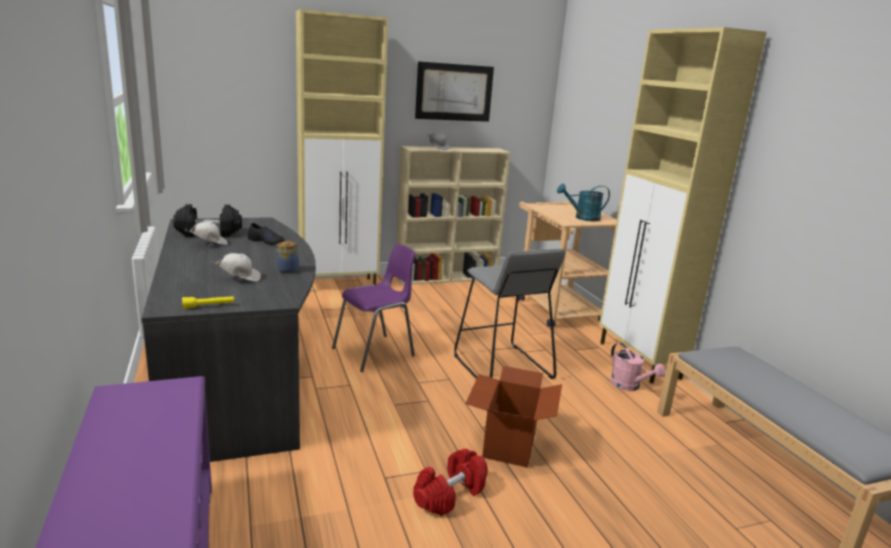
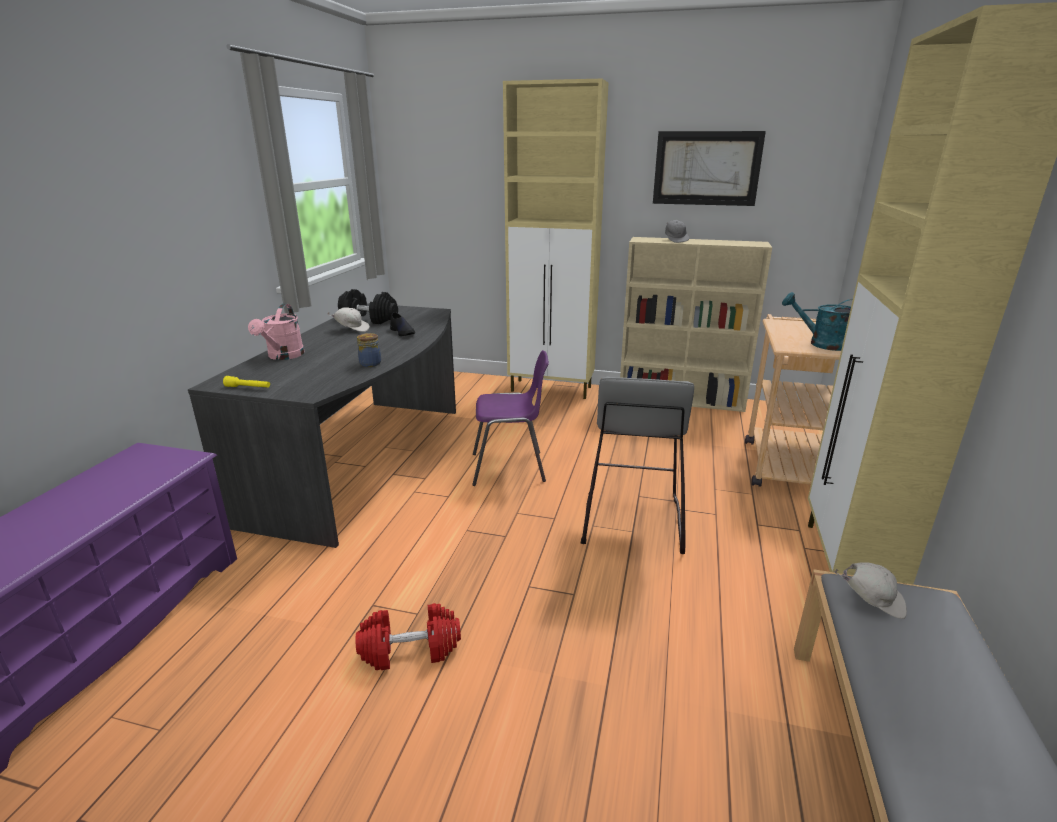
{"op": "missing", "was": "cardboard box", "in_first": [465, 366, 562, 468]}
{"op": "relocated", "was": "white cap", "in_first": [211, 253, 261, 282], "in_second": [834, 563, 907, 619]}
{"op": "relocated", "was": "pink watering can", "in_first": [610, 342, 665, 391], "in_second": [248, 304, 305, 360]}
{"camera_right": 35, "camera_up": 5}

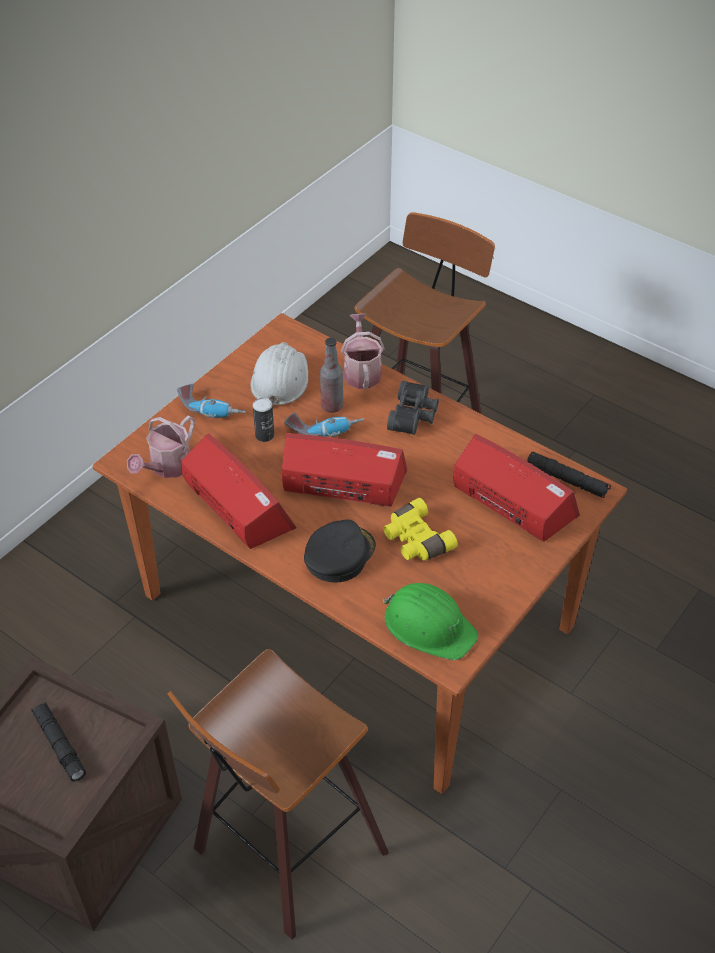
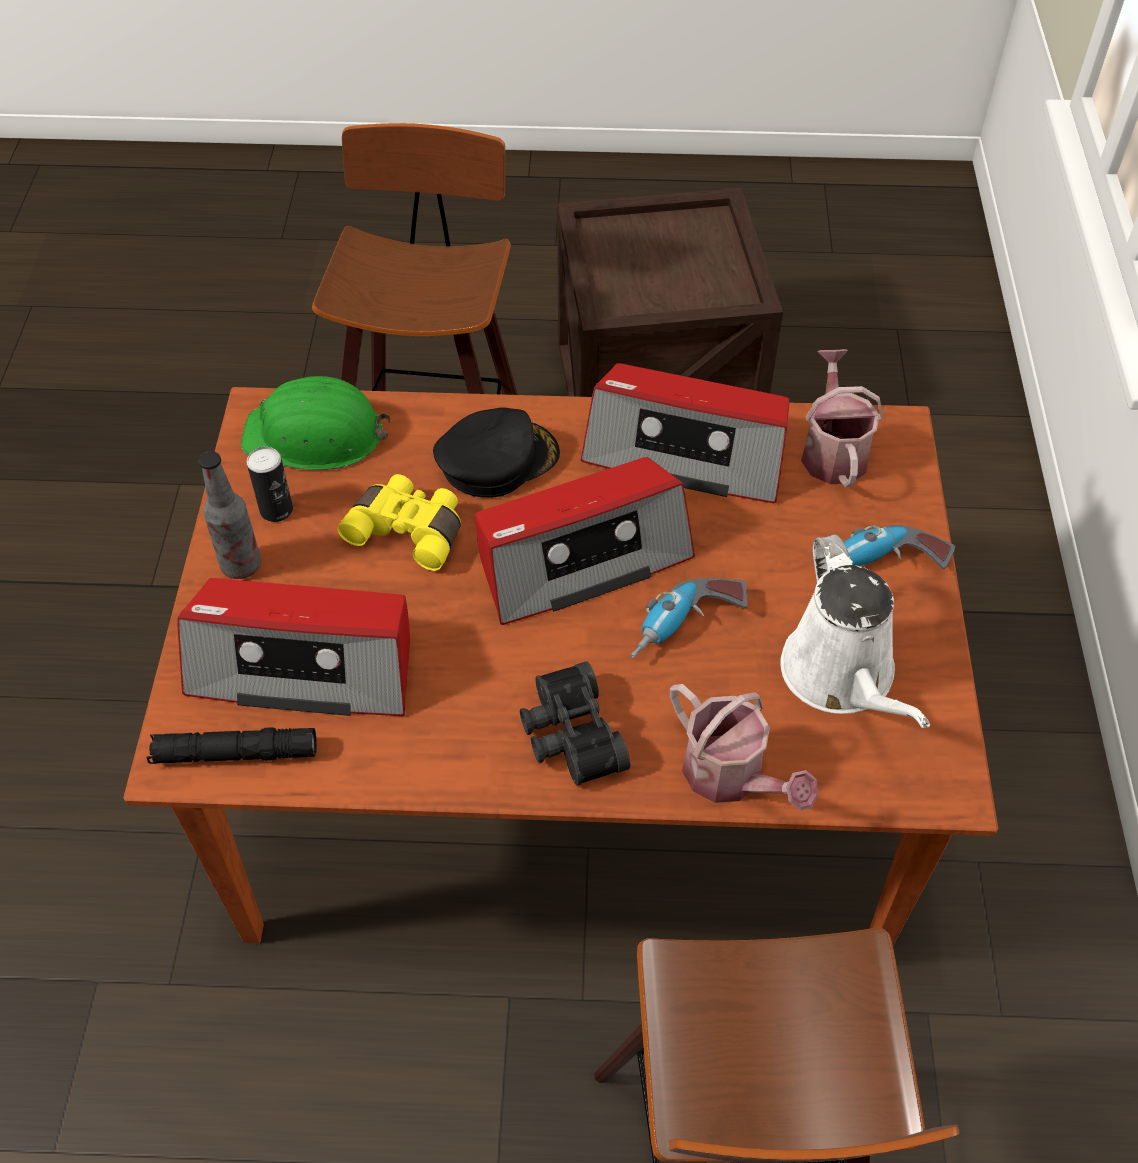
{"op": "missing", "was": "black flashlight", "in_first": [31, 702, 86, 782]}
{"op": "relocated", "was": "can", "in_first": [253, 398, 274, 442], "in_second": [246, 447, 293, 522]}
{"op": "relocated", "was": "bottle", "in_first": [320, 338, 343, 413], "in_second": [199, 451, 261, 579]}
{"op": "exchanged", "was": "white hard hat", "now": "white watering can", "in_first": [251, 342, 308, 405], "in_second": [780, 534, 930, 728]}
{"op": "spun", "was": "black cap", "in_first": [304, 519, 376, 582], "in_second": [433, 408, 560, 498], "clockwise": -120}
{"camera_right": 145, "camera_up": 5}

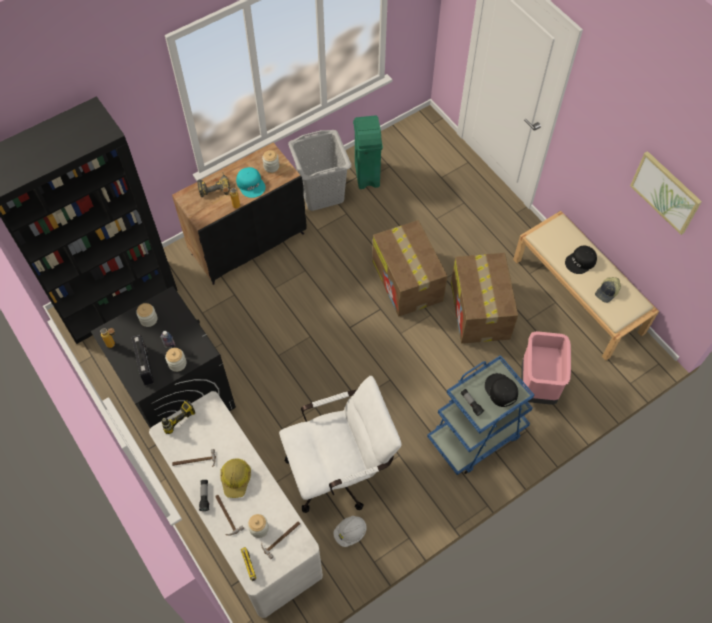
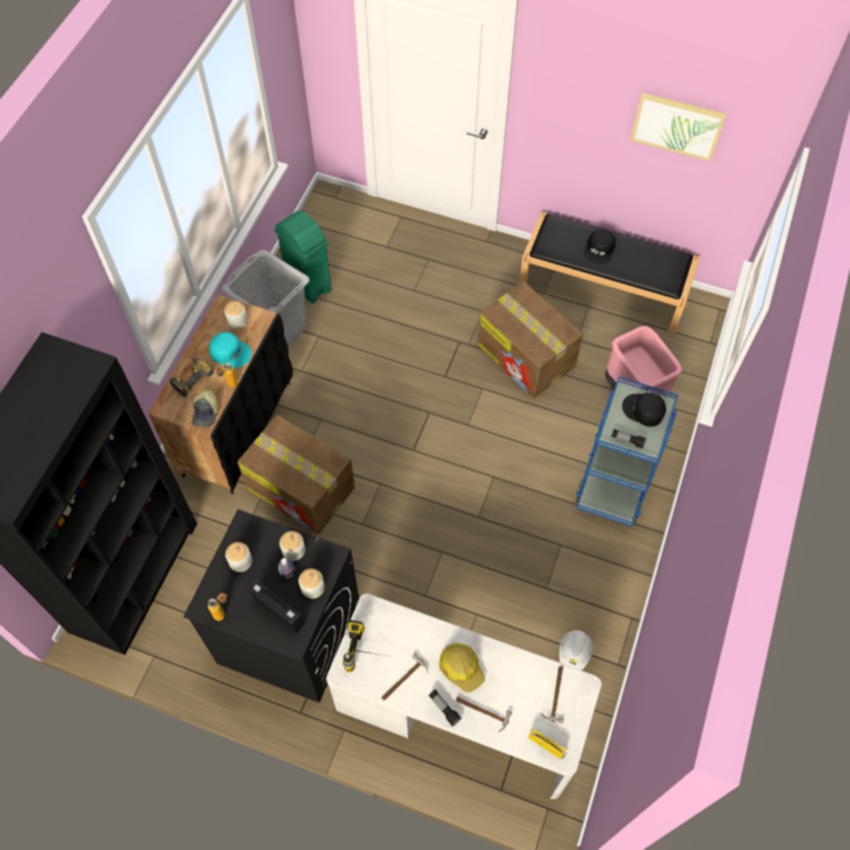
{"op": "missing", "was": "white office chair", "in_first": [279, 376, 402, 513]}
{"op": "relocated", "was": "jar", "in_first": [248, 514, 269, 538], "in_second": [279, 531, 305, 561]}
{"op": "relocated", "was": "cardboard box", "in_first": [372, 220, 448, 316], "in_second": [237, 415, 355, 535]}
{"op": "relocated", "was": "cap", "in_first": [595, 277, 621, 303], "in_second": [192, 390, 219, 427]}
{"op": "colour", "was": "beige bench", "now": "black bench", "in_first": [513, 211, 659, 361], "in_second": [519, 212, 700, 335]}
{"camera_right": -35, "camera_up": 0}

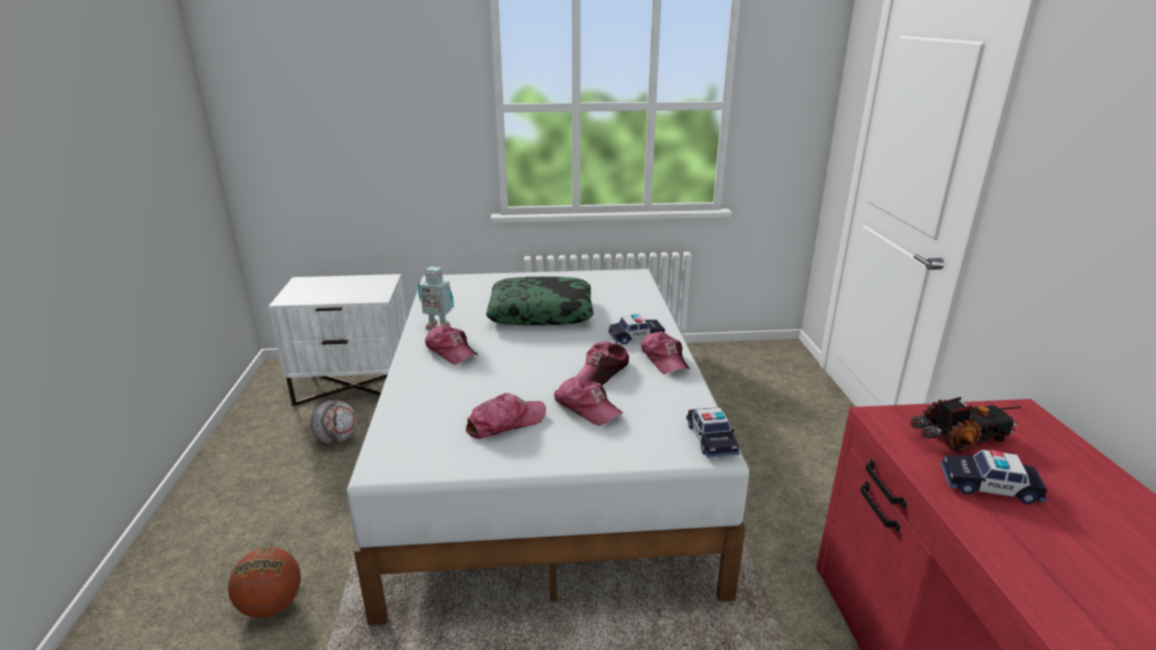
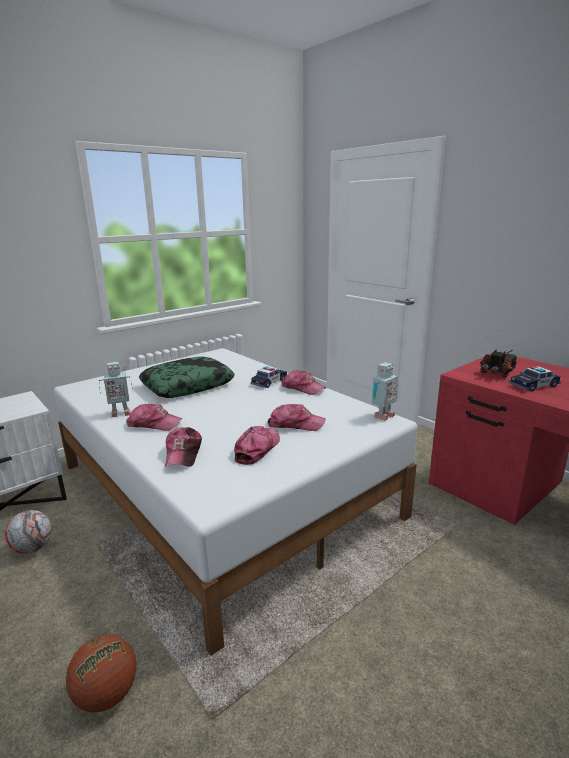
{"op": "relocated", "was": "cap", "in_first": [575, 341, 629, 385], "in_second": [165, 427, 202, 467]}
{"op": "exchanged", "was": "toy car", "now": "toy robot", "in_first": [686, 407, 740, 458], "in_second": [372, 362, 398, 421]}
{"camera_right": -35, "camera_up": -5}

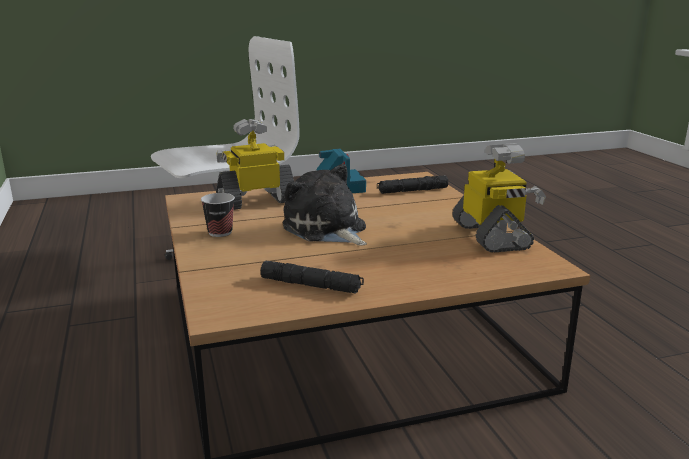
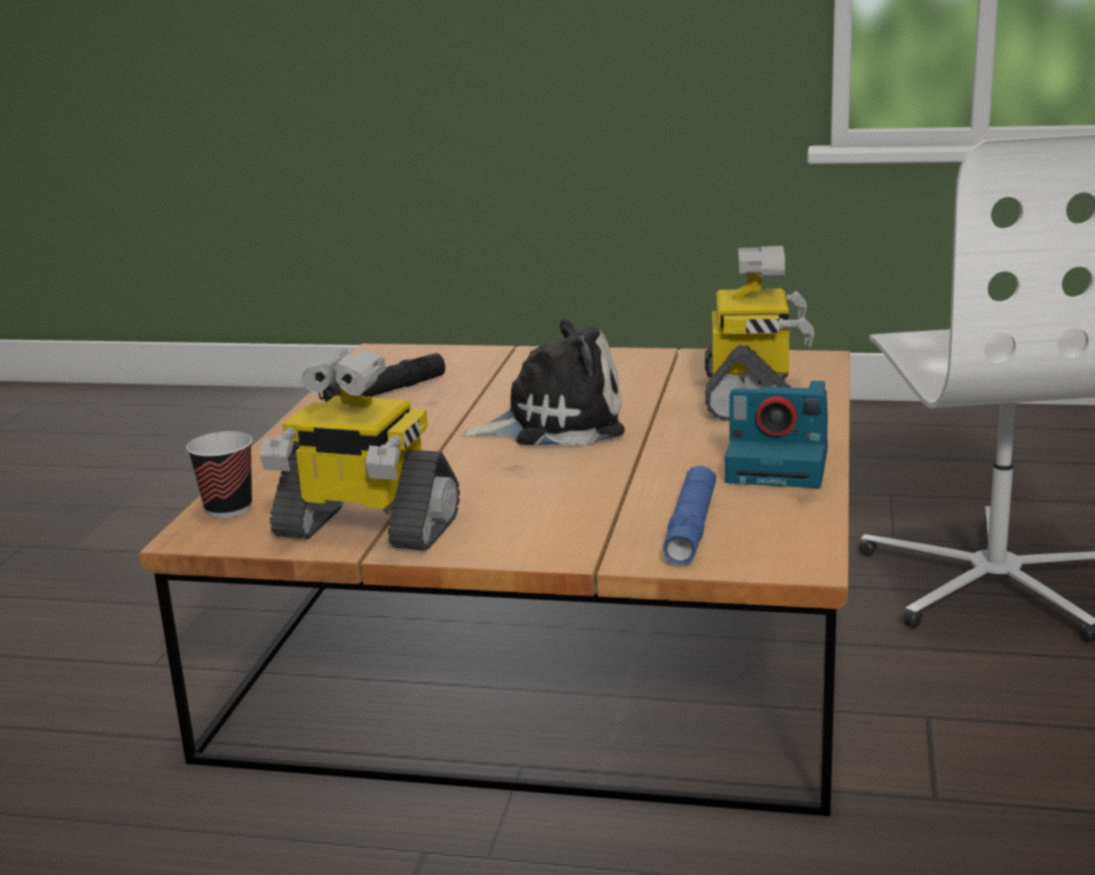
{"op": "relocated", "was": "cup", "in_first": [201, 193, 235, 237], "in_second": [186, 431, 252, 518]}
{"op": "colour", "was": "black flashlight", "now": "blue flashlight", "in_first": [377, 175, 448, 194], "in_second": [663, 466, 716, 565]}
{"camera_right": 120, "camera_up": 0}

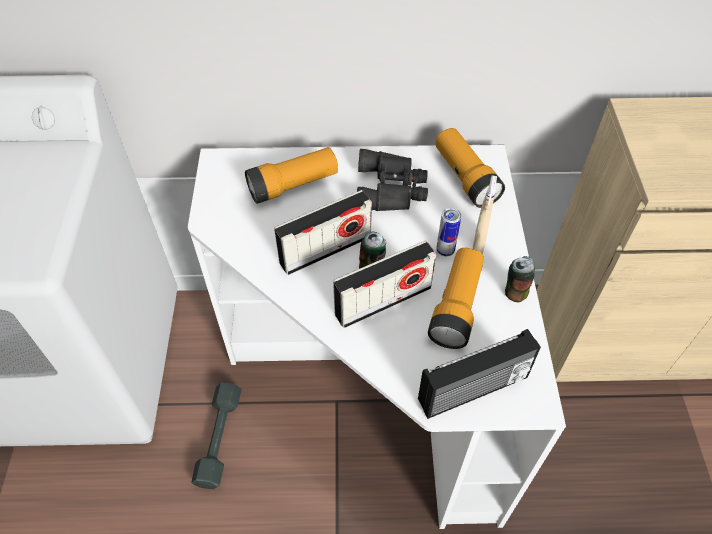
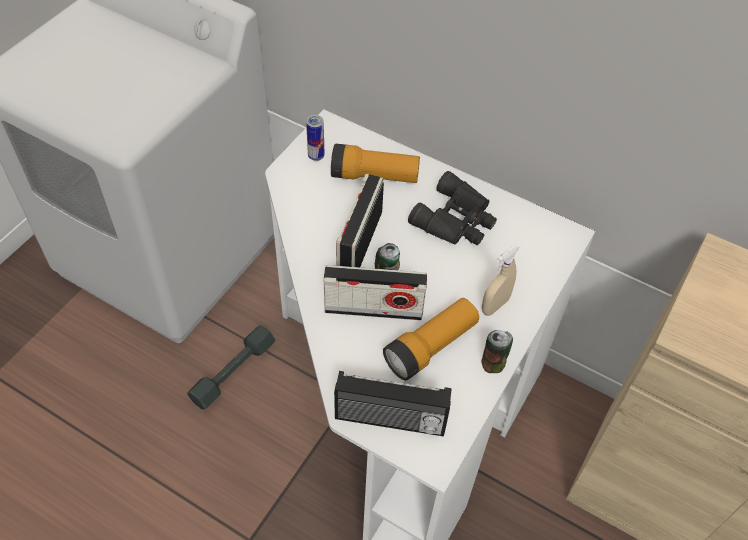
{"op": "missing", "was": "flashlight", "in_first": [436, 128, 505, 208]}
{"op": "relocated", "was": "can", "in_first": [436, 208, 461, 256], "in_second": [306, 115, 324, 161]}
{"op": "spun", "was": "radio", "in_first": [274, 190, 372, 275], "in_second": [336, 174, 384, 267], "clockwise": 105}
{"camera_right": 30, "camera_up": 0}

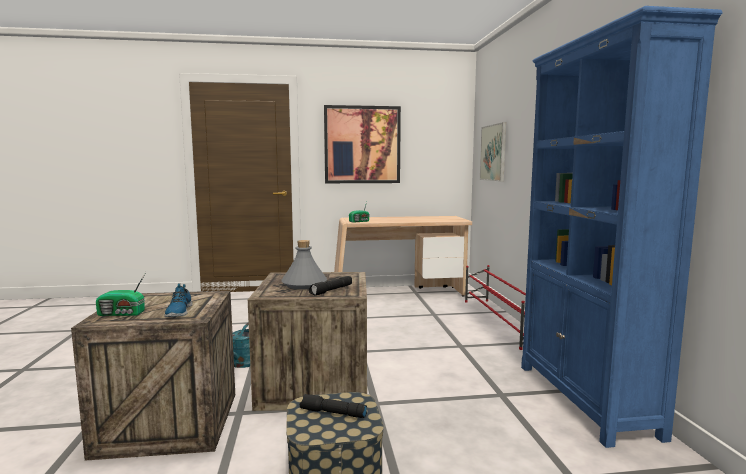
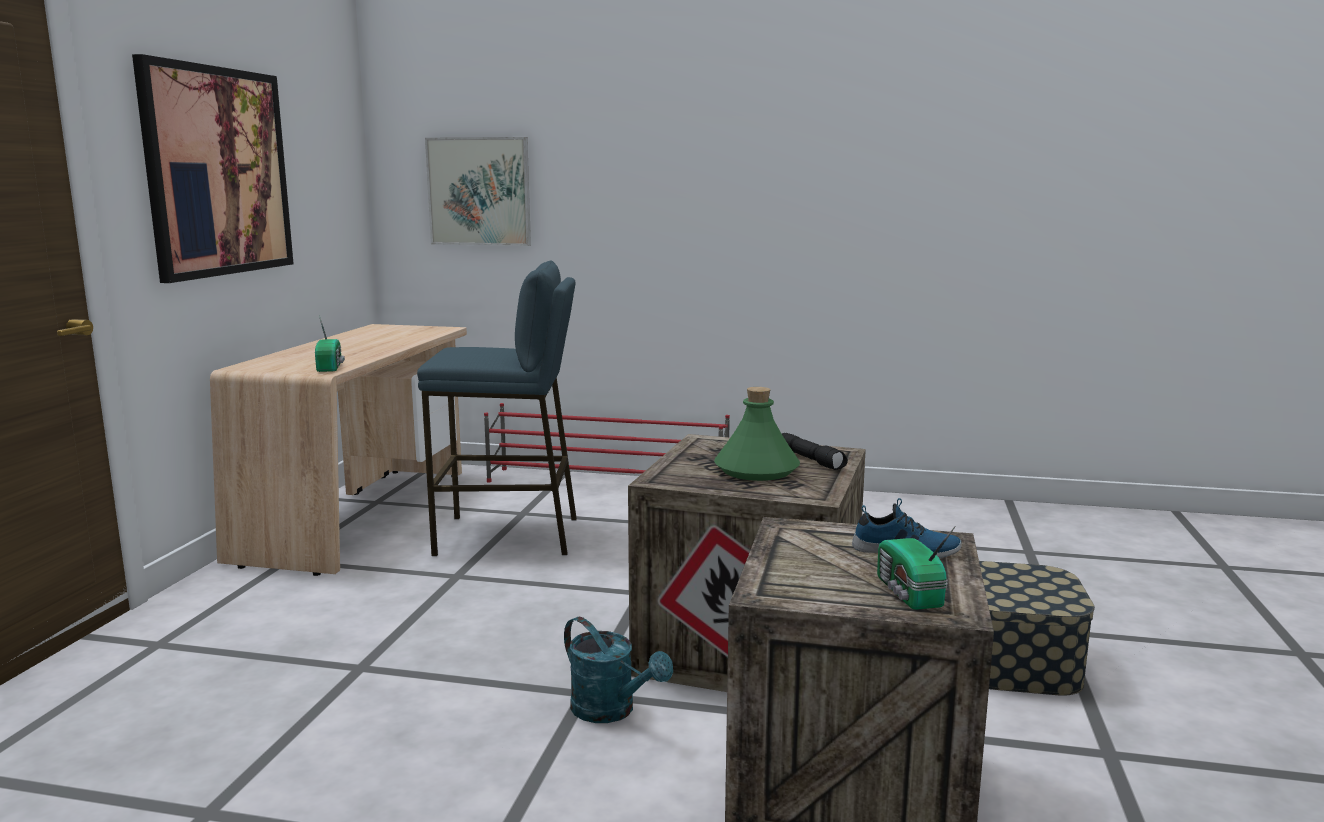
{"op": "missing", "was": "black flashlight", "in_first": [300, 394, 367, 418]}
{"op": "missing", "was": "blue bookcase", "in_first": [521, 6, 722, 448]}
{"op": "appeared", "now": "blue stool", "in_second": [417, 260, 577, 556]}
{"op": "colour", "was": "grey bottle", "now": "green bottle", "in_first": [281, 240, 327, 289], "in_second": [714, 387, 800, 481]}
{"op": "spun", "was": "radio", "in_first": [96, 272, 146, 316], "in_second": [877, 526, 956, 610], "clockwise": 150}
{"camera_right": -70, "camera_up": 5}

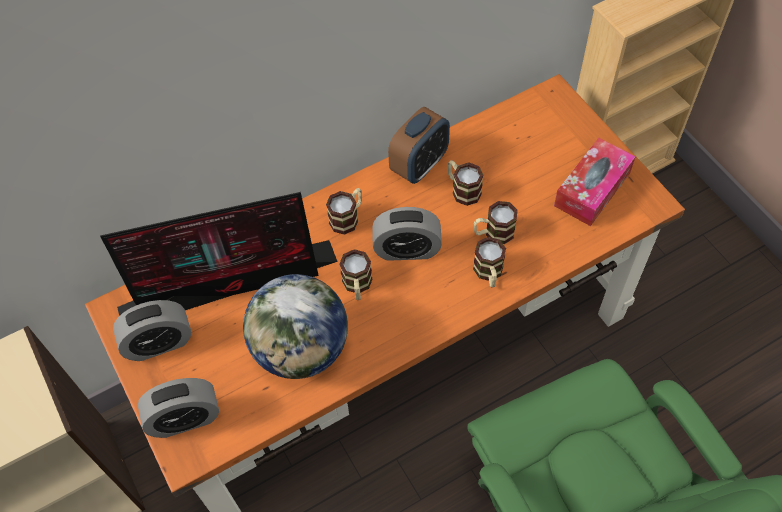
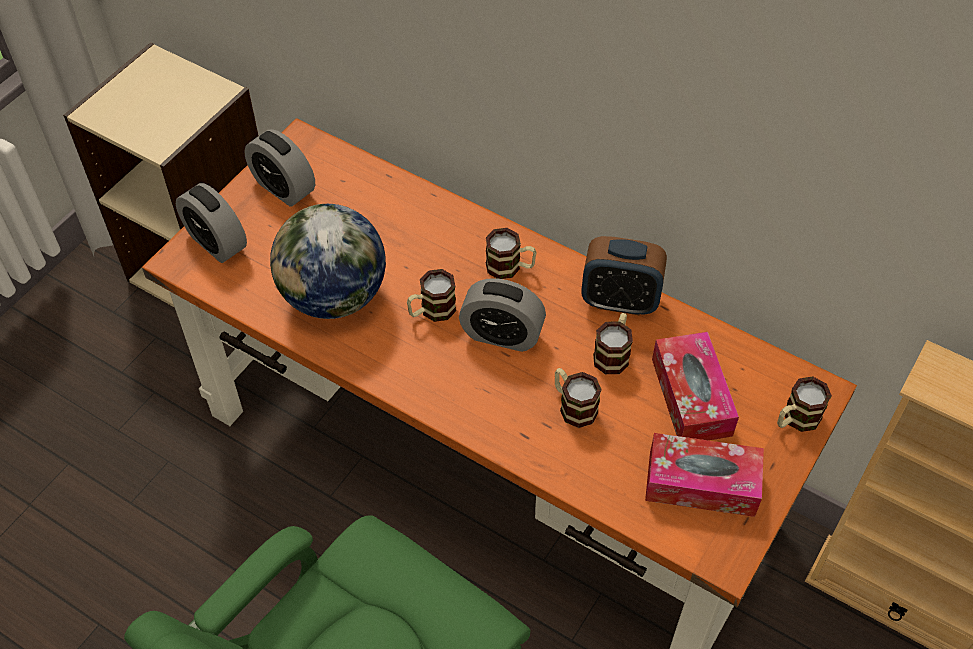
{"op": "missing", "was": "monitor", "in_first": [100, 192, 338, 316]}
{"op": "appeared", "now": "tissue box", "in_second": [652, 332, 739, 440]}
{"op": "relocated", "was": "mug", "in_first": [473, 237, 506, 288], "in_second": [777, 376, 832, 432]}
{"op": "spun", "was": "alarm clock", "in_first": [372, 207, 442, 261], "in_second": [459, 278, 546, 352], "clockwise": -45}
{"camera_right": 60, "camera_up": -5}

